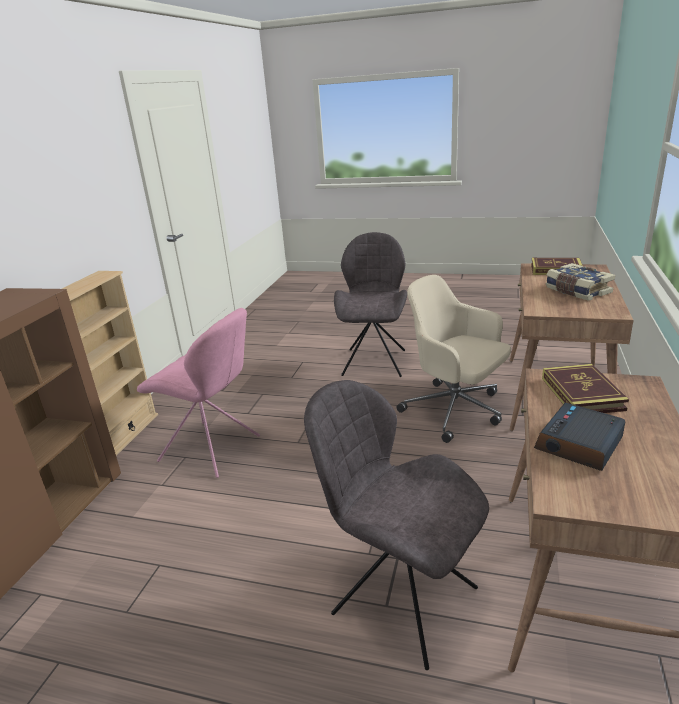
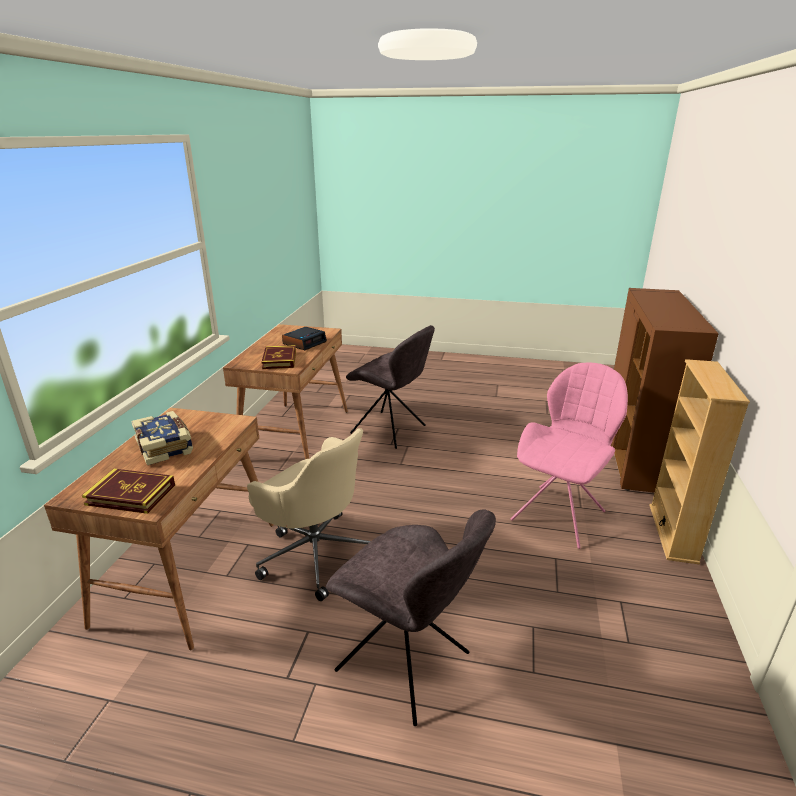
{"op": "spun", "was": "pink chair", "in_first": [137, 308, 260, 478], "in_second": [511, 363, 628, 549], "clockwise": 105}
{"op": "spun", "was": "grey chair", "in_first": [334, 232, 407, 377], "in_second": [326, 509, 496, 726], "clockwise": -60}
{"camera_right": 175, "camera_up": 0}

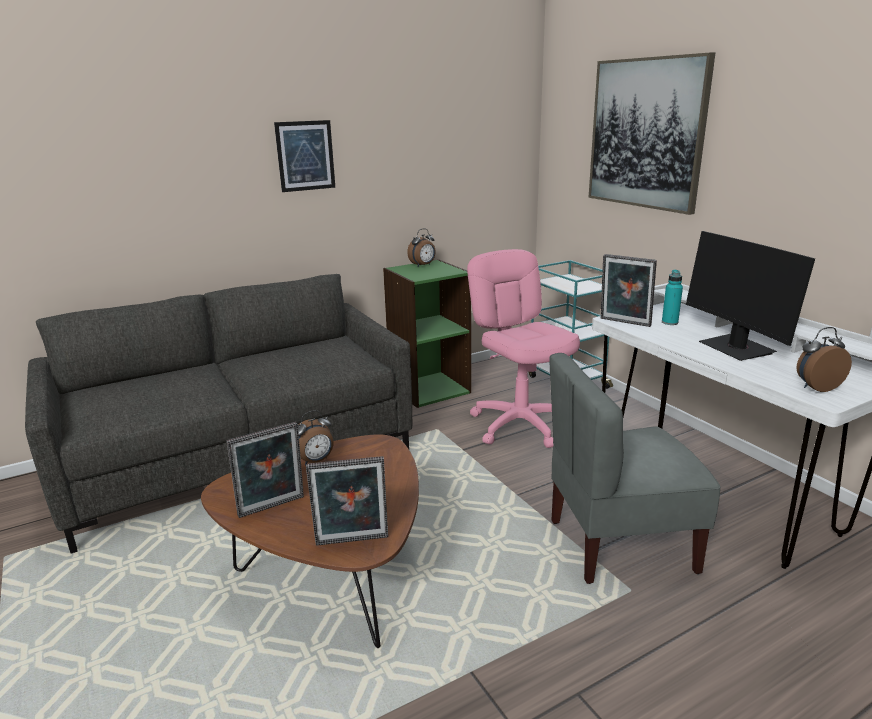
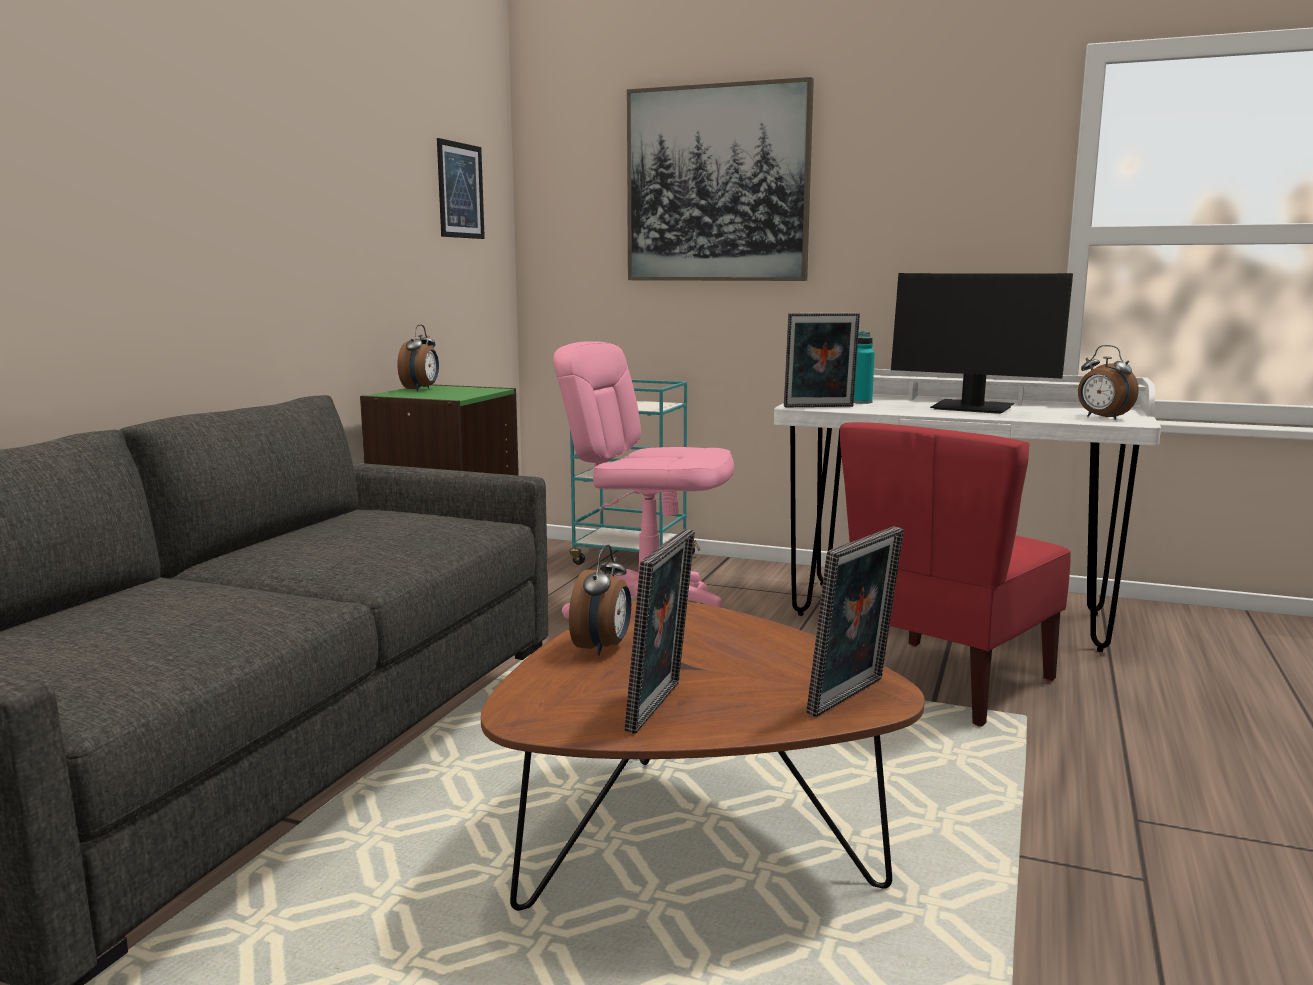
{"op": "relocated", "was": "picture", "in_first": [274, 120, 335, 192], "in_second": [437, 138, 485, 239]}
{"op": "colour", "was": "grey chair", "now": "red chair", "in_first": [549, 353, 721, 584], "in_second": [840, 422, 1071, 727]}
{"op": "spun", "was": "alarm clock", "in_first": [796, 327, 852, 392], "in_second": [1078, 345, 1139, 420], "clockwise": -75}
{"camera_right": -40, "camera_up": -10}

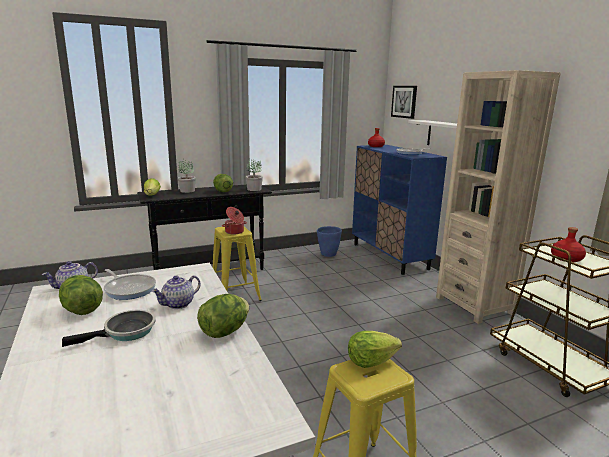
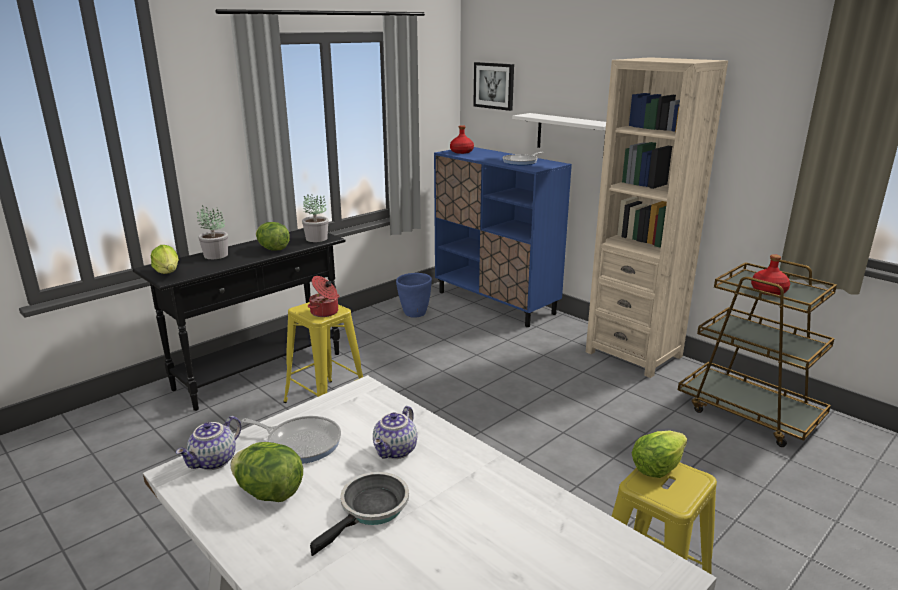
{"op": "missing", "was": "lettuce", "in_first": [197, 294, 249, 338]}
{"camera_right": -20, "camera_up": 5}

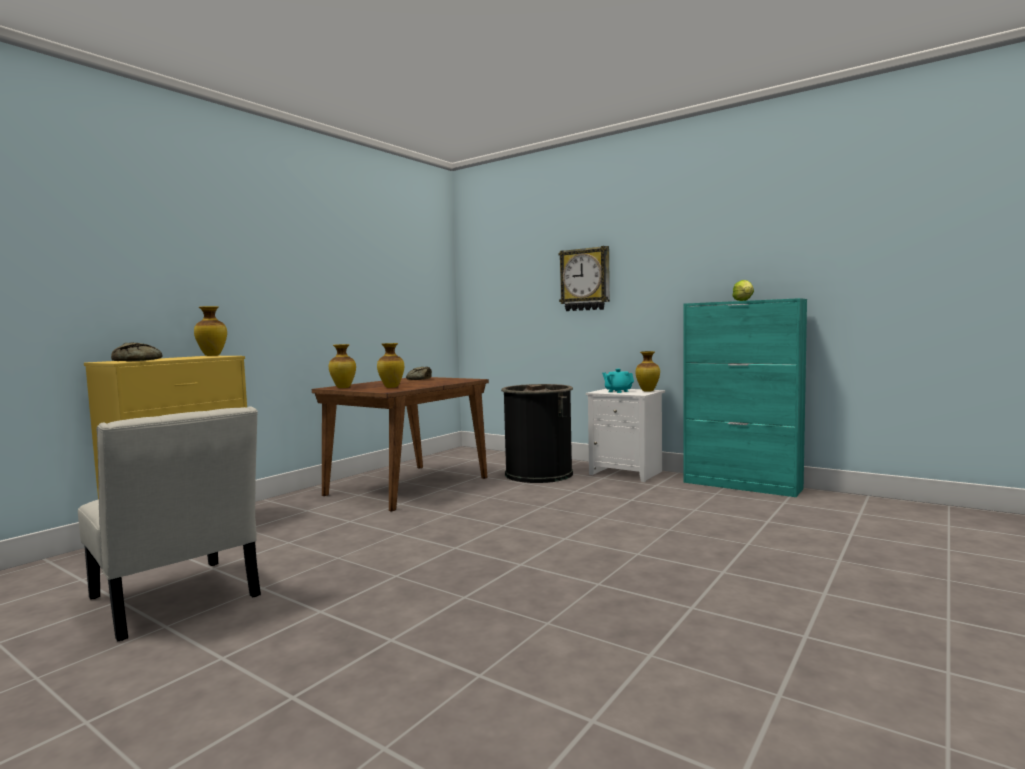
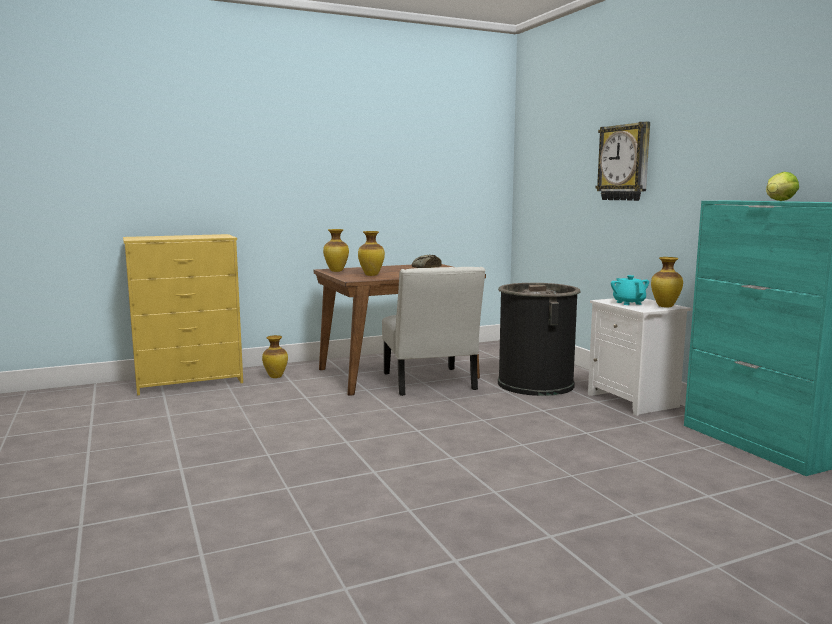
{"op": "missing", "was": "bread", "in_first": [111, 343, 162, 361]}
{"op": "relocated", "was": "white chair", "in_first": [78, 407, 261, 642], "in_second": [382, 267, 486, 396]}
{"op": "relocated", "was": "vase", "in_first": [194, 306, 227, 356], "in_second": [262, 335, 288, 378]}
{"camera_right": 30, "camera_up": 5}

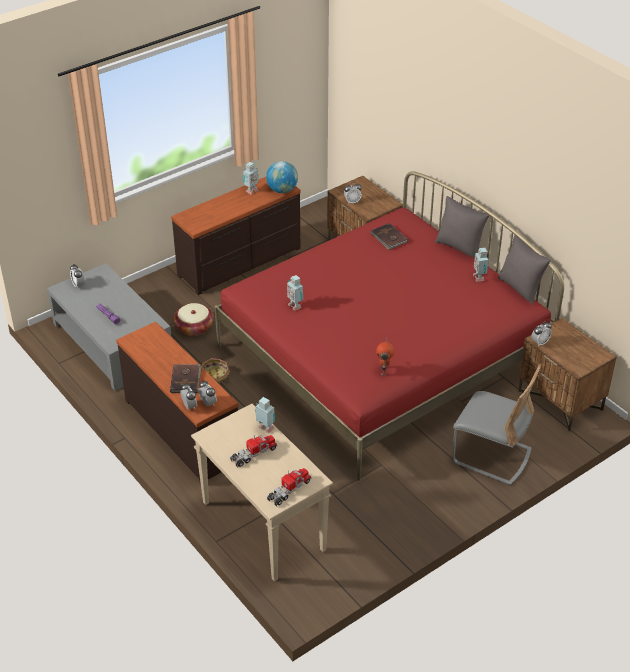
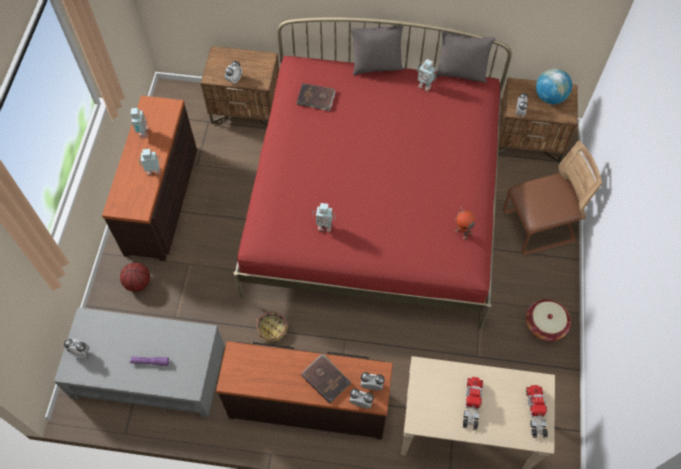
{"op": "appeared", "now": "basketball", "in_second": [120, 263, 150, 292]}
{"op": "relocated", "was": "basket", "in_first": [174, 303, 214, 336], "in_second": [526, 299, 571, 341]}
{"op": "relocated", "was": "toy robot", "in_first": [255, 397, 275, 433], "in_second": [138, 149, 162, 175]}
{"op": "relocated", "was": "globe", "in_first": [266, 161, 298, 193], "in_second": [536, 69, 572, 104]}
{"op": "colour", "was": "grey chair", "now": "brown chair", "in_first": [452, 364, 541, 485], "in_second": [503, 141, 602, 255]}
{"camera_right": -45, "camera_up": 20}

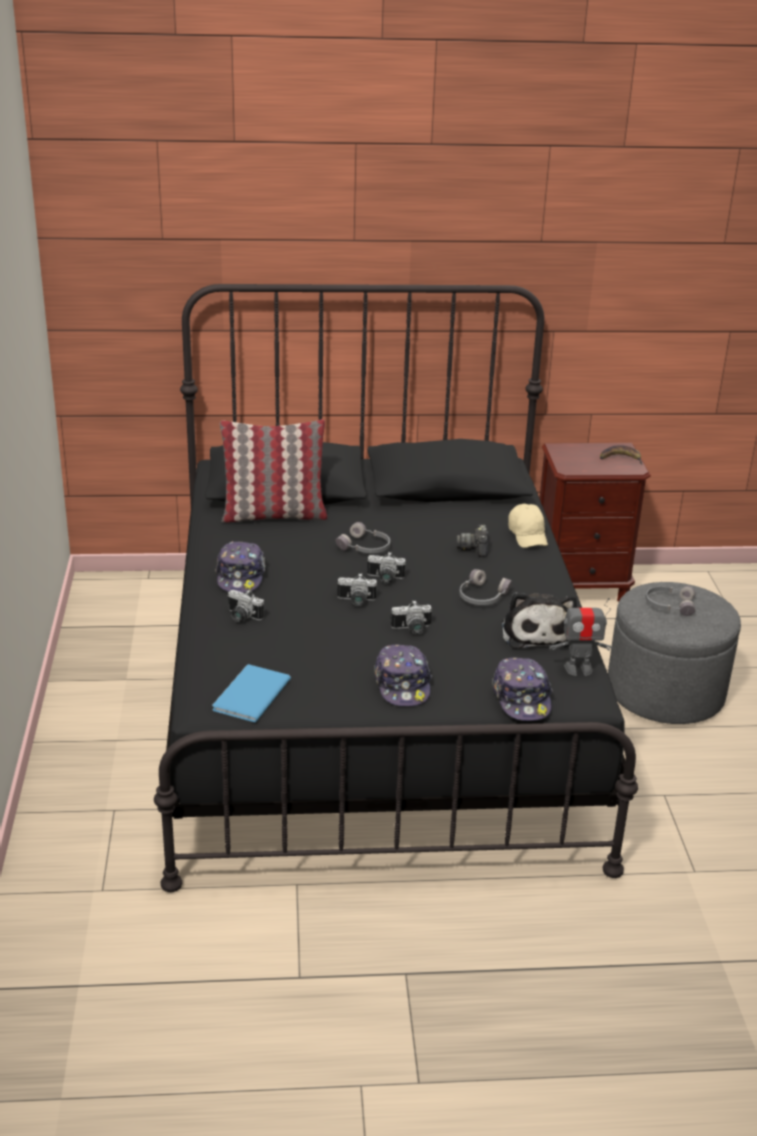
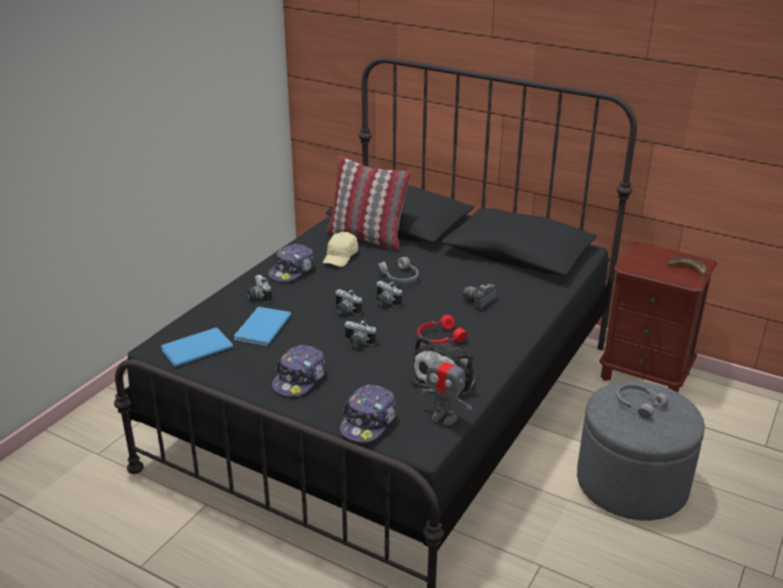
{"op": "appeared", "now": "blue book", "in_second": [234, 307, 292, 346]}
{"op": "relocated", "was": "beige cap", "in_first": [508, 504, 548, 548], "in_second": [323, 232, 358, 267]}
{"op": "colour", "was": "grey headphones", "now": "red headphones", "in_first": [459, 569, 511, 605], "in_second": [417, 315, 467, 344]}
{"camera_right": 35, "camera_up": 0}

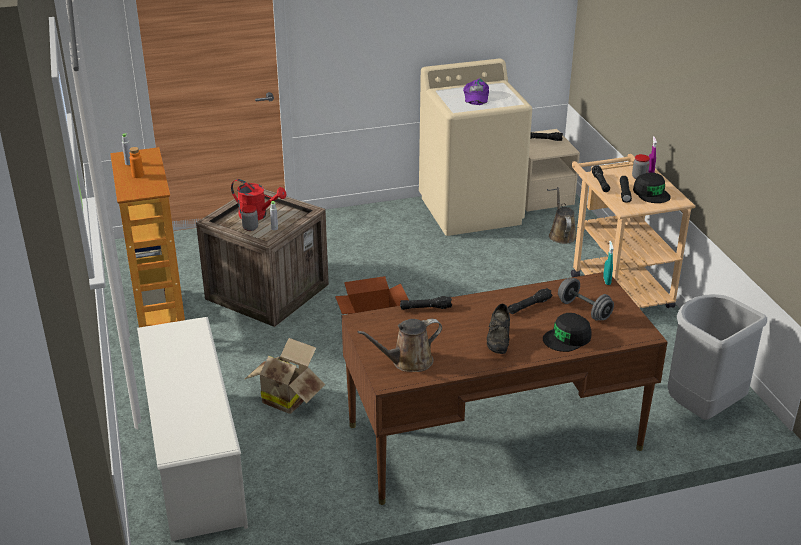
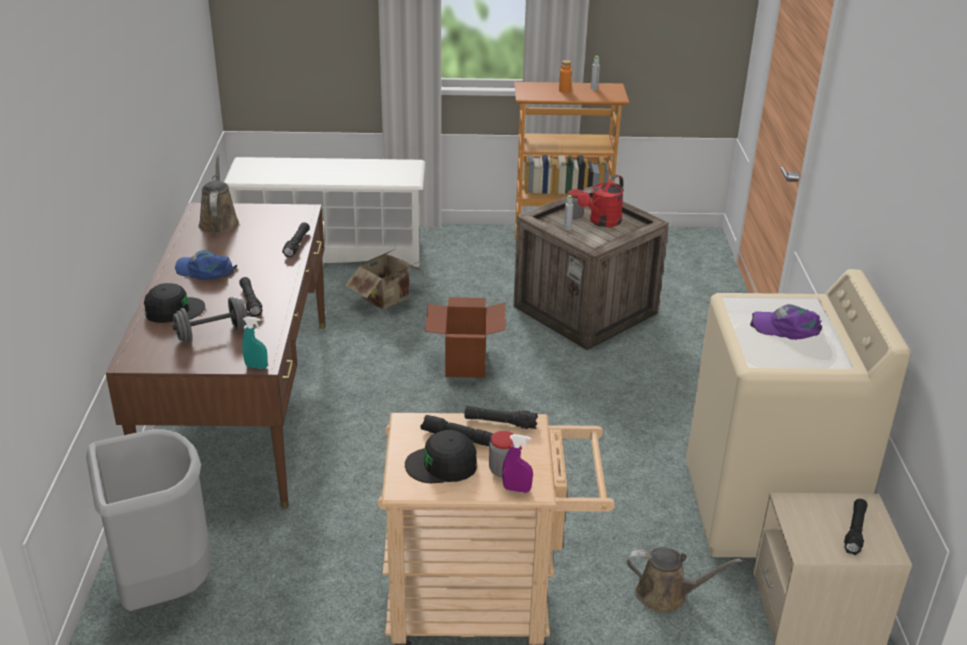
{"op": "exchanged", "was": "black shoe", "now": "blue cap", "in_first": [487, 304, 510, 354], "in_second": [175, 250, 237, 280]}
{"op": "spun", "was": "black cap", "in_first": [543, 313, 592, 352], "in_second": [144, 283, 205, 323], "clockwise": 90}
{"camera_right": 105, "camera_up": 0}

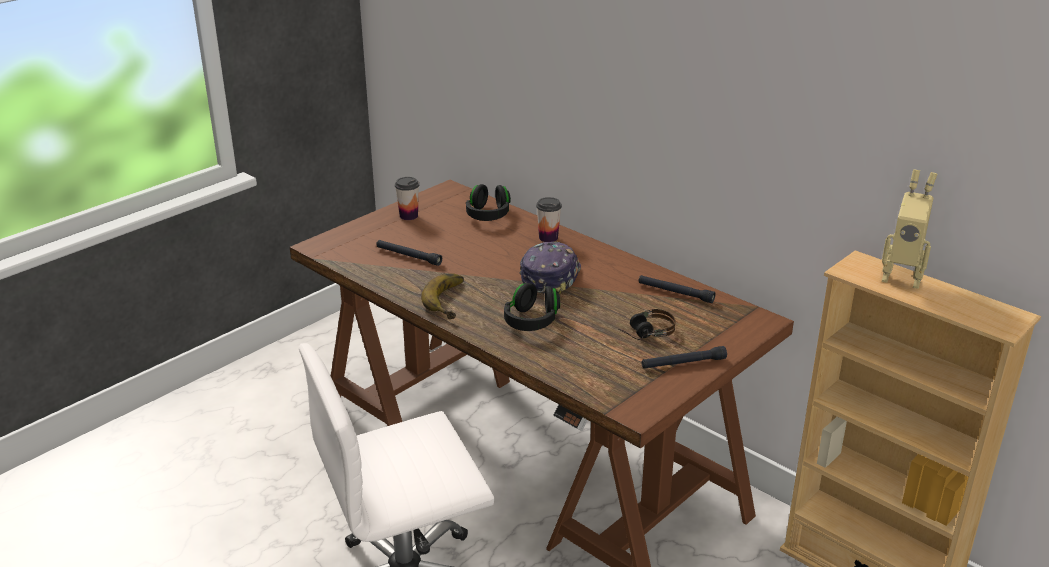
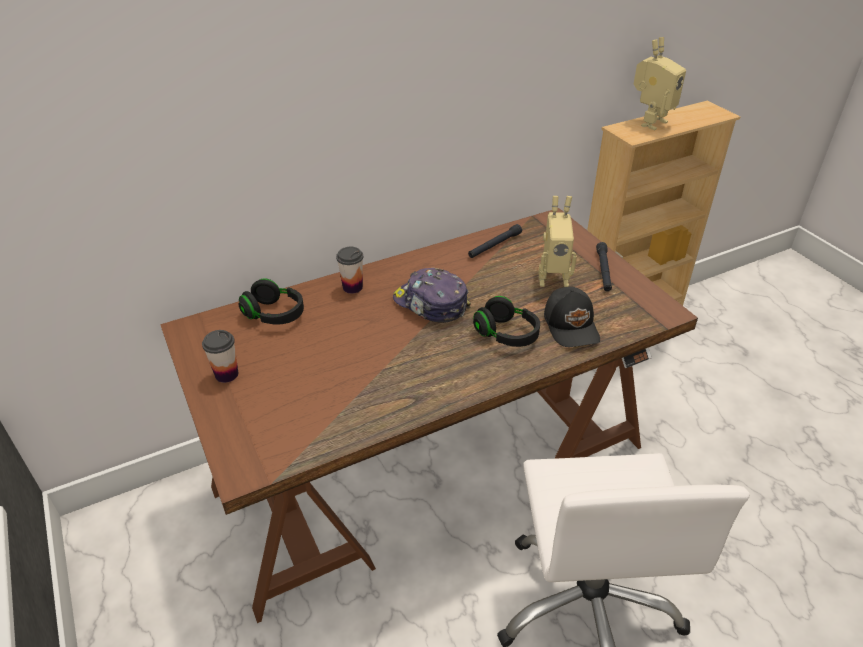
{"op": "missing", "was": "black flashlight", "in_first": [376, 240, 442, 266]}
{"op": "missing", "was": "banana", "in_first": [421, 273, 464, 319]}
{"op": "appeared", "now": "black cap", "in_second": [544, 287, 600, 347]}
{"op": "exchanged", "was": "headphones", "now": "toy robot", "in_first": [618, 309, 676, 340], "in_second": [538, 196, 577, 287]}
{"camera_right": -70, "camera_up": 10}

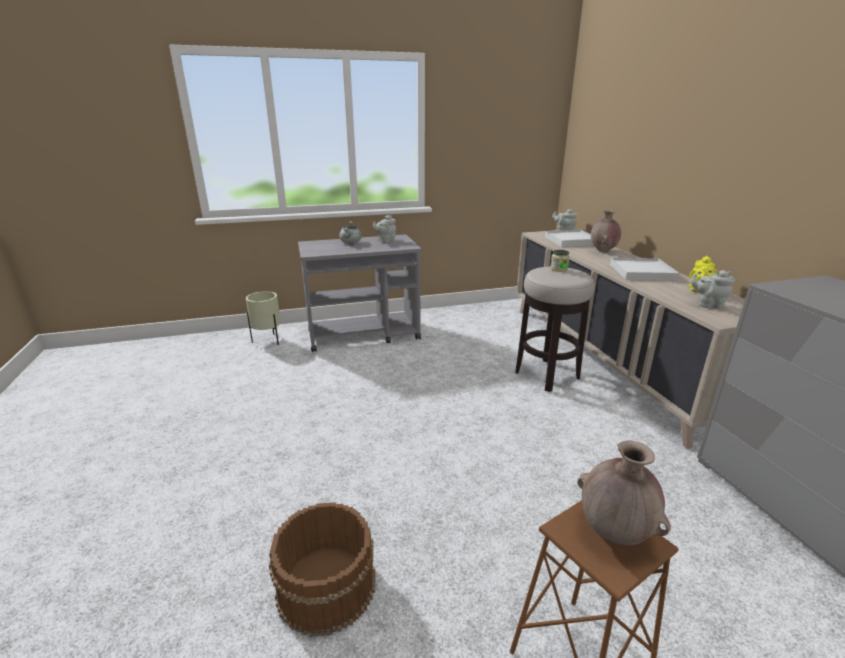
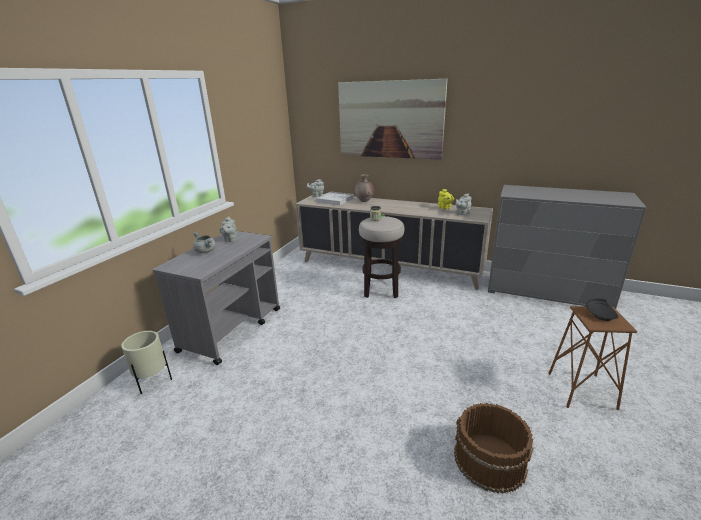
{"op": "missing", "was": "white tray", "in_first": [610, 258, 679, 281]}
{"op": "appeared", "now": "picture", "in_second": [338, 79, 448, 160]}
{"op": "exchanged", "was": "brown vase", "now": "black plate", "in_first": [578, 440, 671, 545], "in_second": [586, 298, 619, 321]}
{"camera_right": -50, "camera_up": 0}

